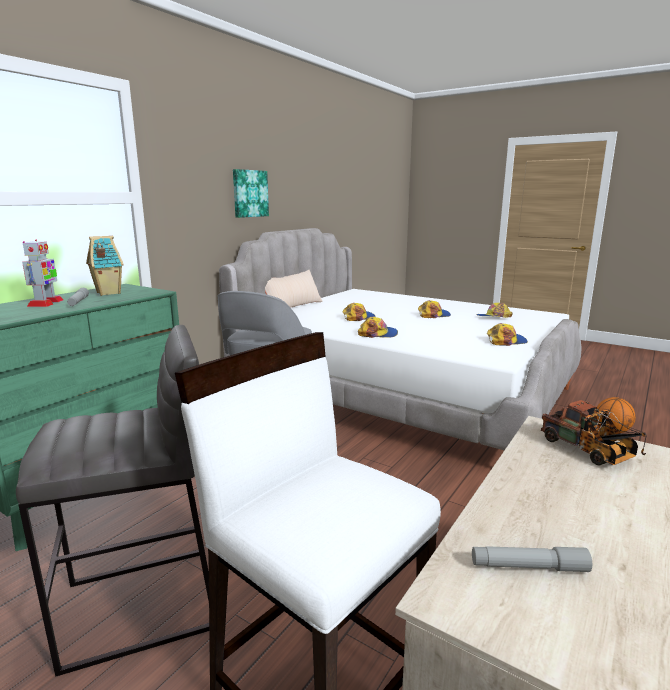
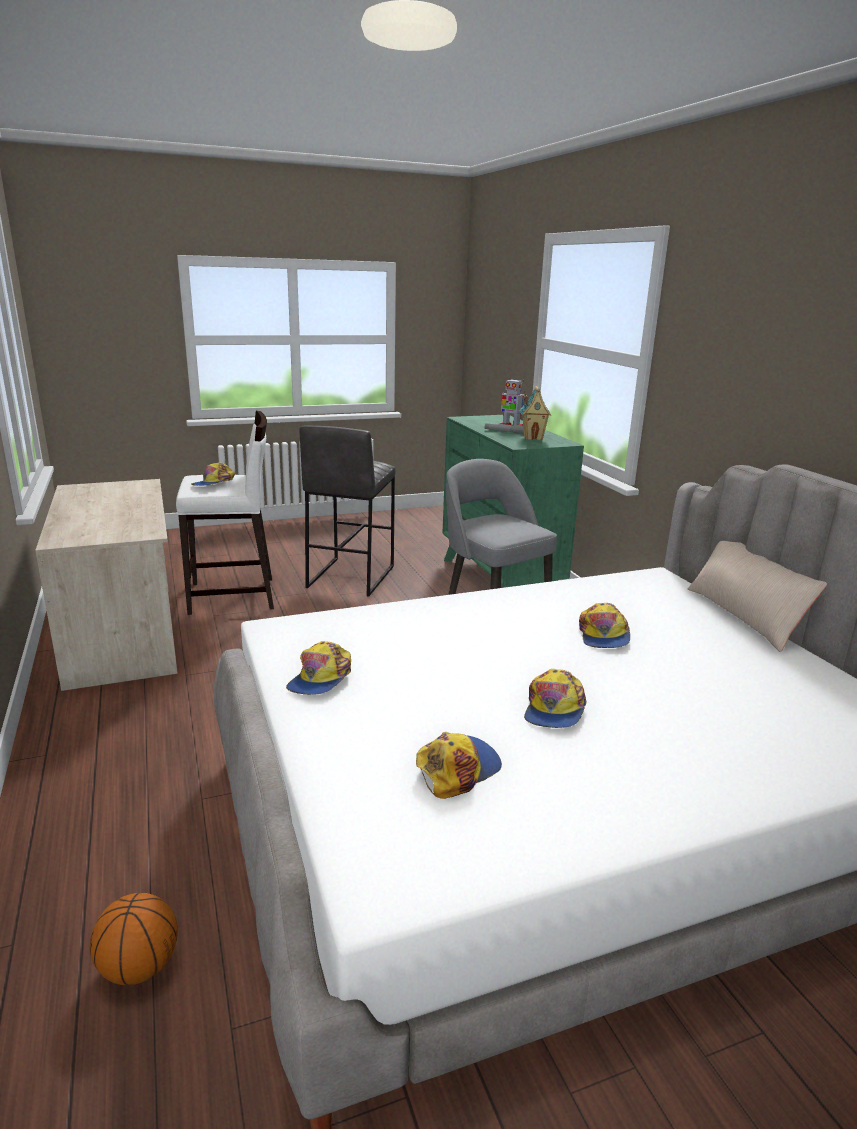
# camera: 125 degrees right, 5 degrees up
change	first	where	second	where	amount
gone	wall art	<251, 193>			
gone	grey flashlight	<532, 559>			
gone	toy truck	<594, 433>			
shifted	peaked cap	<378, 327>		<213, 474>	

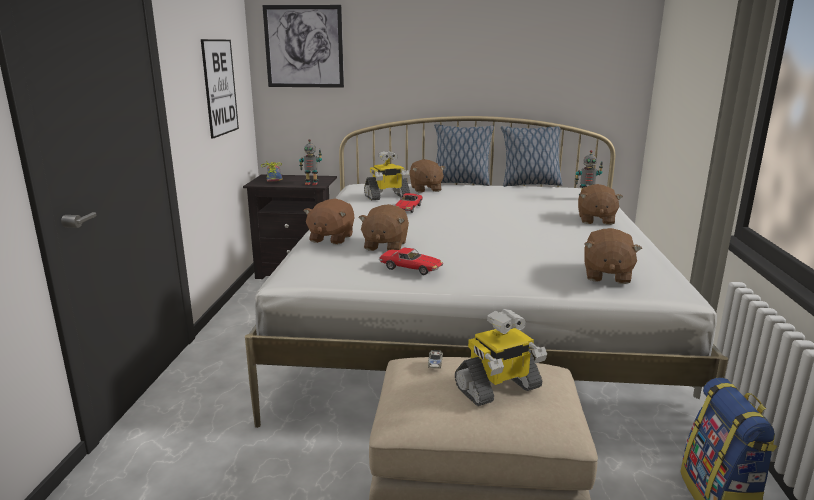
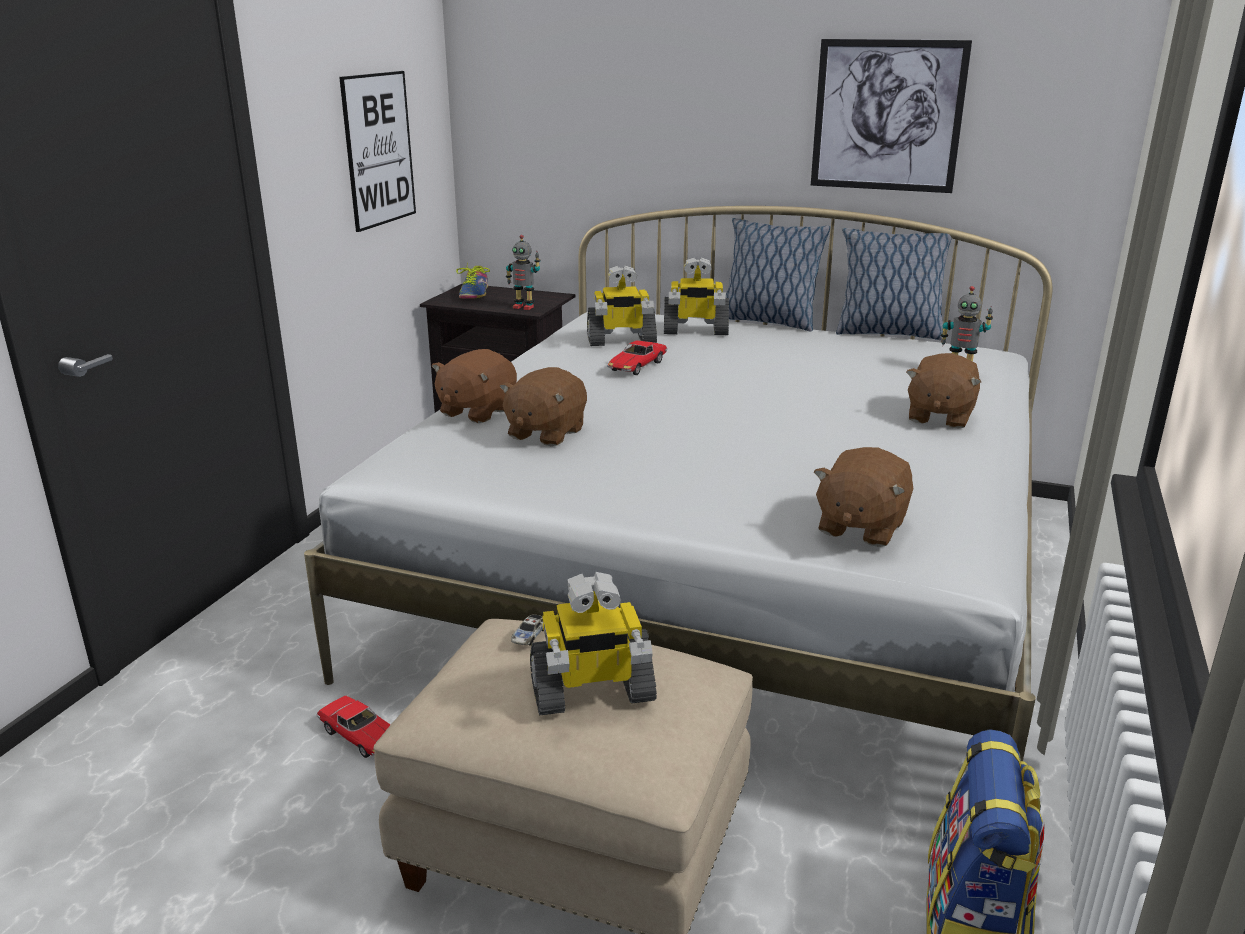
# camera: 15 degrees right, 5 degrees up
change	first	where	second	where	amount
shifted	wall art	<303, 46>		<891, 116>	
shifted	toy car	<411, 261>		<354, 726>	
swapped	brown cuddly toy	<427, 176>	toy robot	<696, 296>	

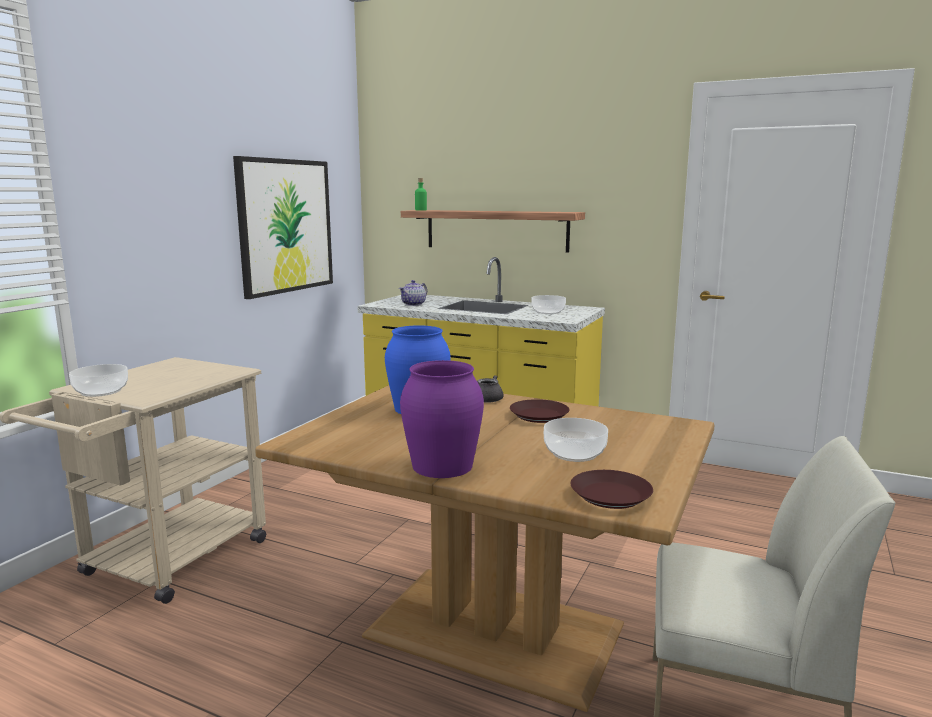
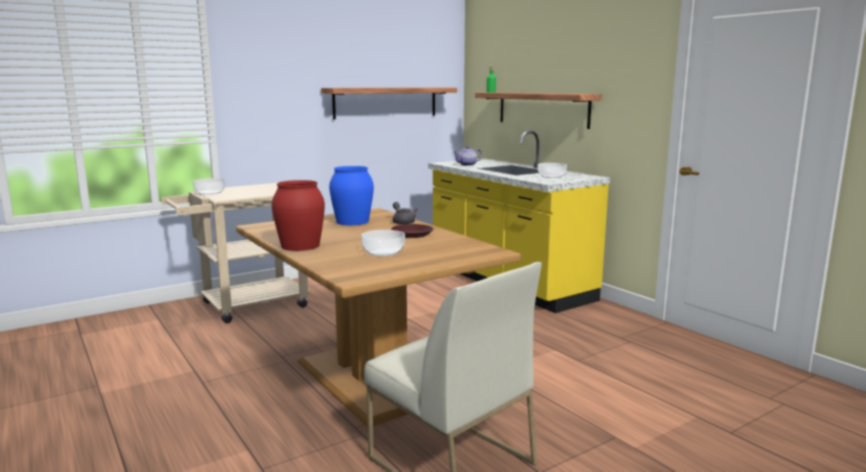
# camera: 30 degrees right, 0 degrees up
change	first	where	second	where	amount
gone	brown flat dish	<612, 489>			
swapped	wall art	<283, 227>	bracket shelf	<389, 103>	
repainted	purplish flower vase	<442, 419>	red flower vase	<298, 215>	

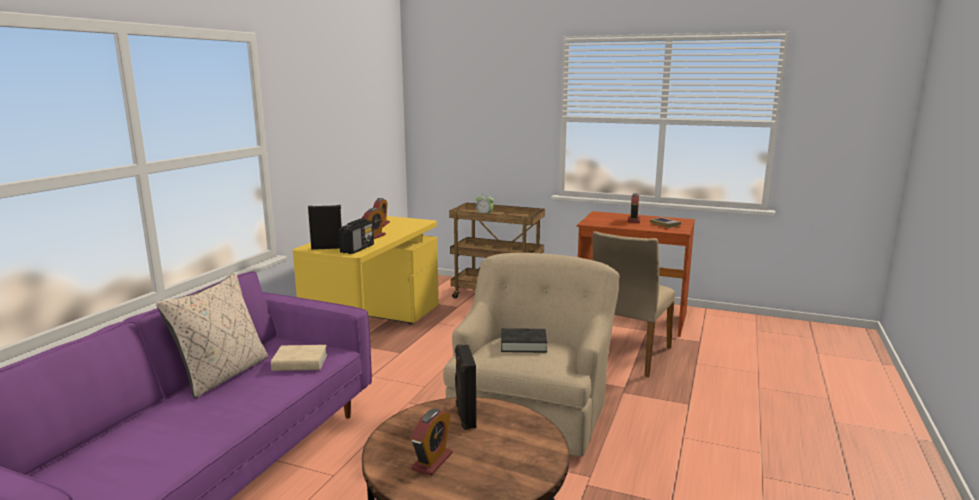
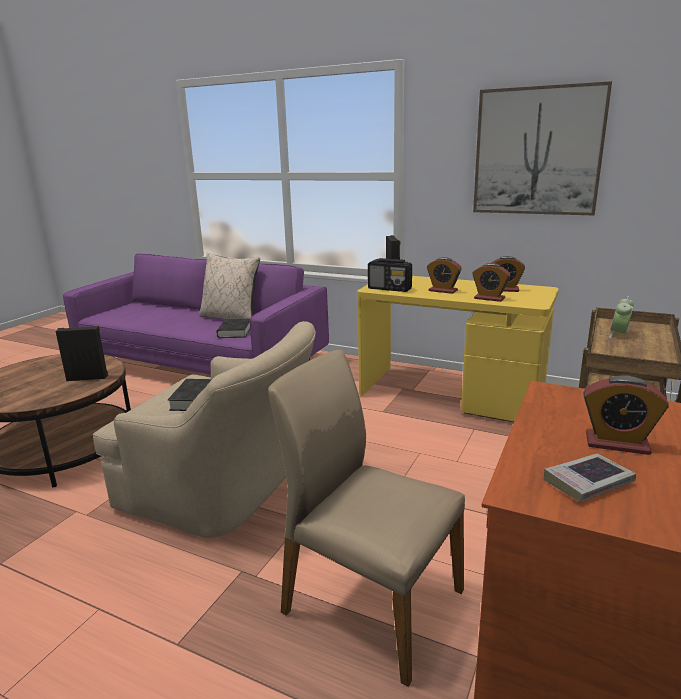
# camera: 95 degrees right, 5 degrees up
change	first	where	second	where	amount
new			wall art	<542, 148>	
shifted	table clock	<431, 441>		<491, 282>	
repainted	beige-coloured bound book	<299, 358>	black bound book	<233, 328>	

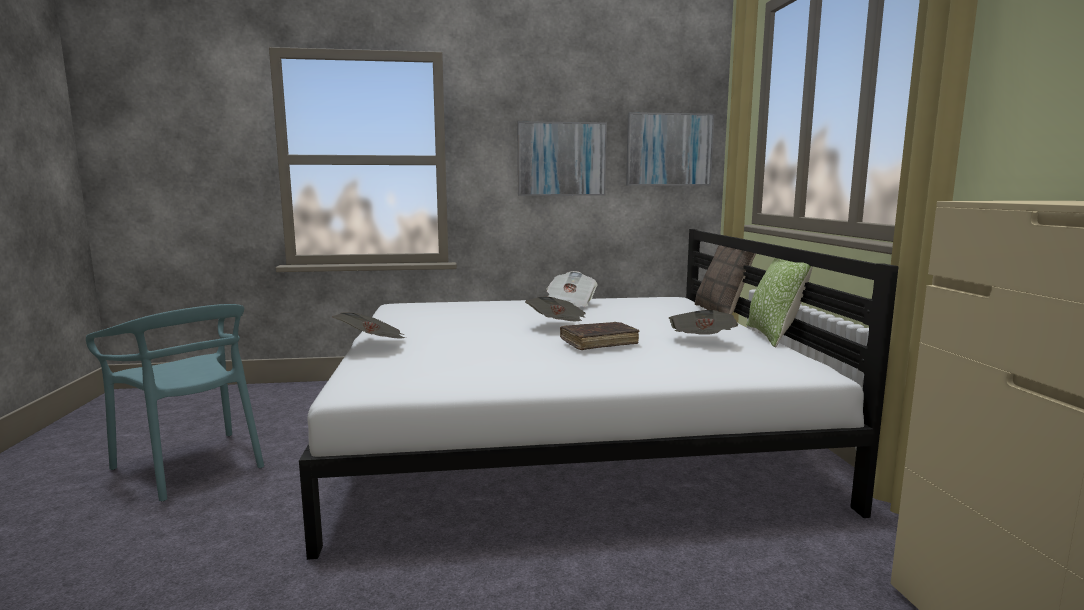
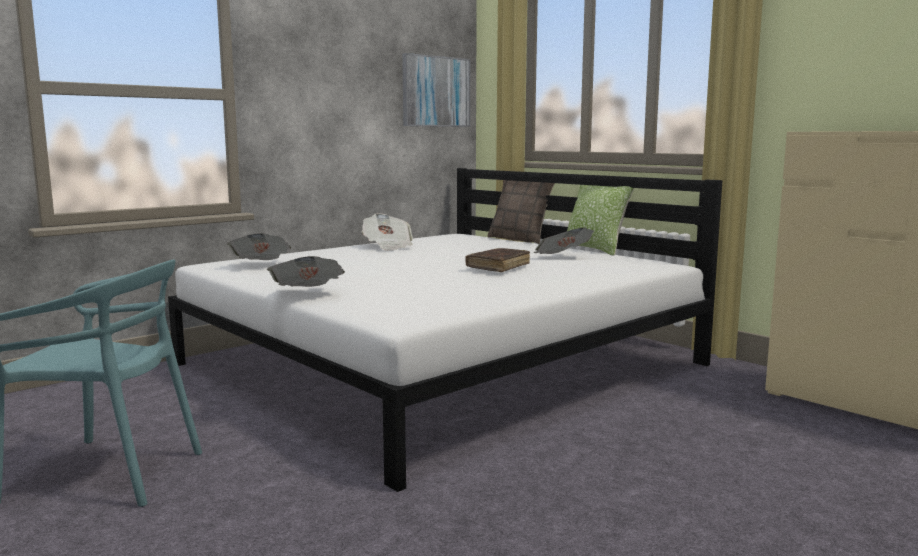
# camera: 35 degrees left, 0 degrees up
change	first	where	second	where	amount
gone	wall art	<562, 158>			
shifted	printed paper	<555, 309>		<259, 246>	

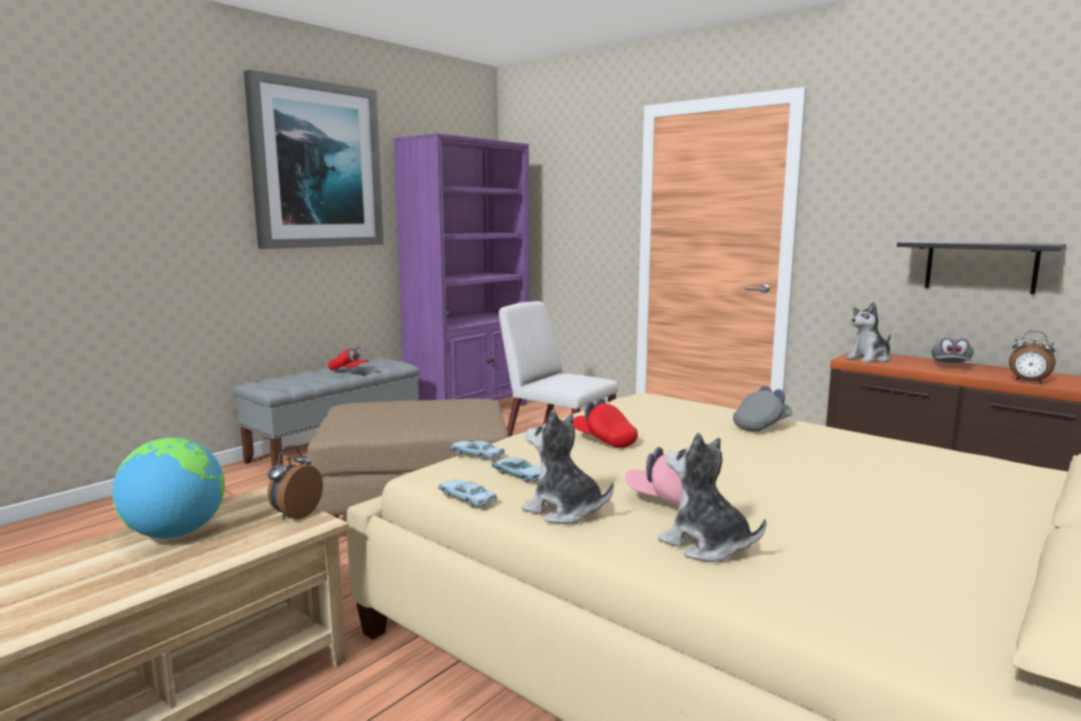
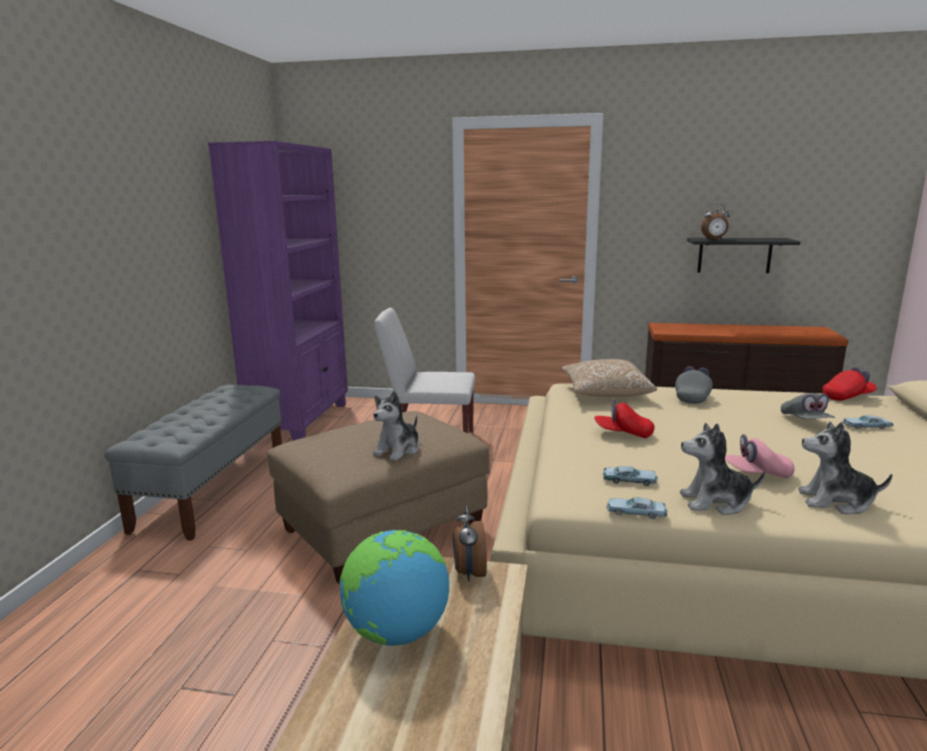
# camera: 30 degrees left, 5 degrees up
change	first	where	second	where	amount
gone	wall art	<314, 159>			
new			cushion	<609, 378>	
shifted	red peaked cap	<348, 358>		<849, 384>	
shifted	blue-coloured toy car	<477, 450>		<867, 422>	
shifted	cuddly toy	<868, 332>		<396, 426>	
shifted	grey peaked cap	<952, 350>		<808, 406>	
shifted	table clock	<1032, 357>		<715, 222>	

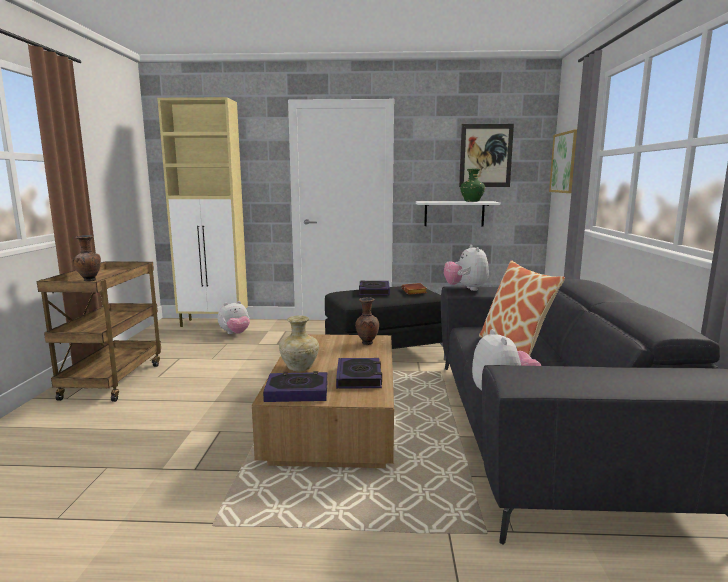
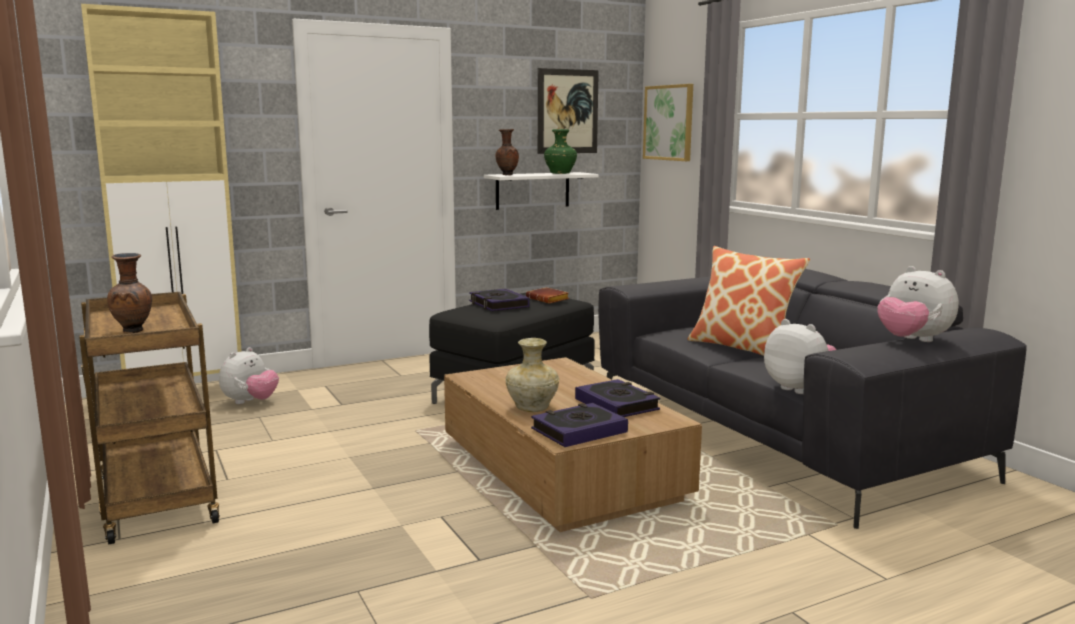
# camera: 30 degrees left, 0 degrees up
change	first	where	second	where	amount
shifted	brown flower vase	<367, 321>		<507, 152>	
shifted	cuddly toy	<466, 268>		<918, 304>	

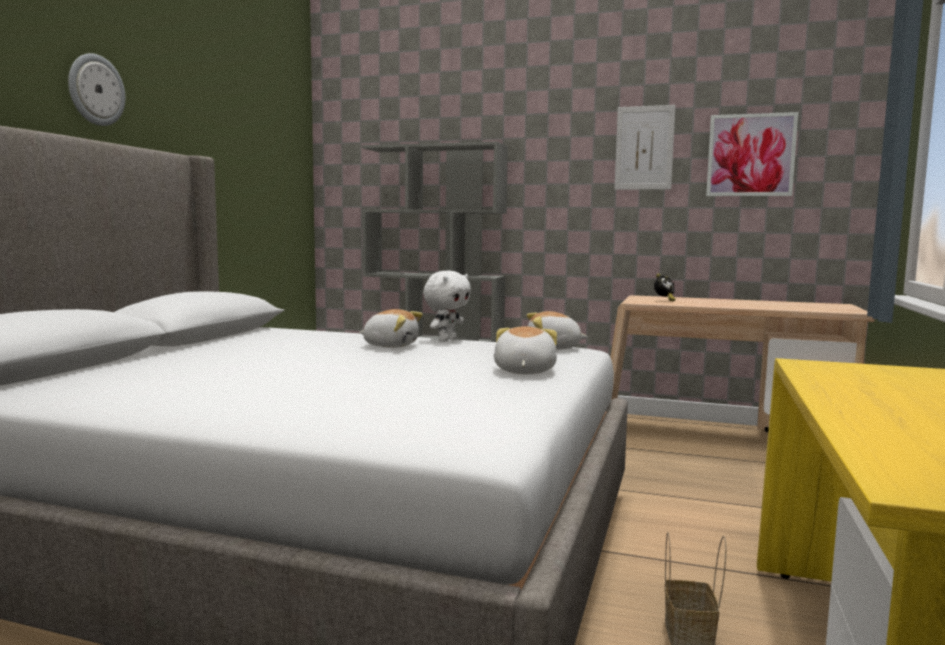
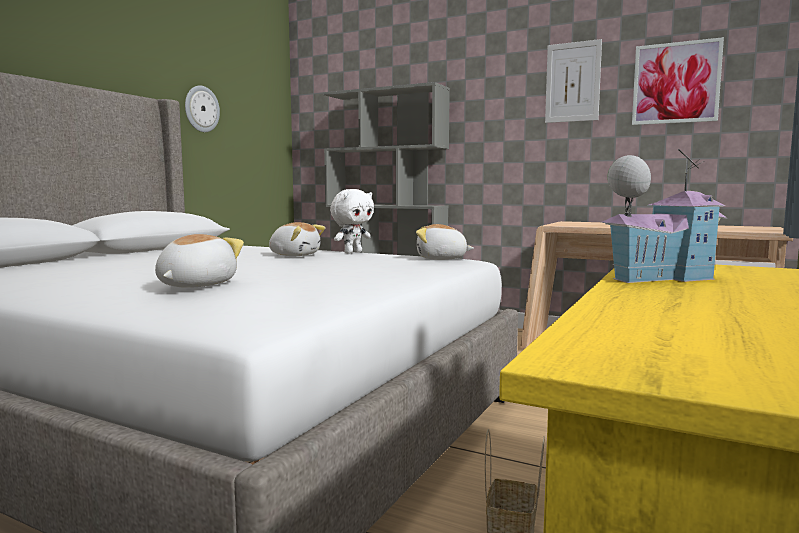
# camera: 10 degrees right, 0 degrees up
change	first	where	second	where	amount
gone	table clock	<665, 287>			
new			miniature house	<664, 216>	
shifted	wall clock	<96, 89>		<202, 109>	
shifted	cuddly toy	<525, 350>		<199, 261>	

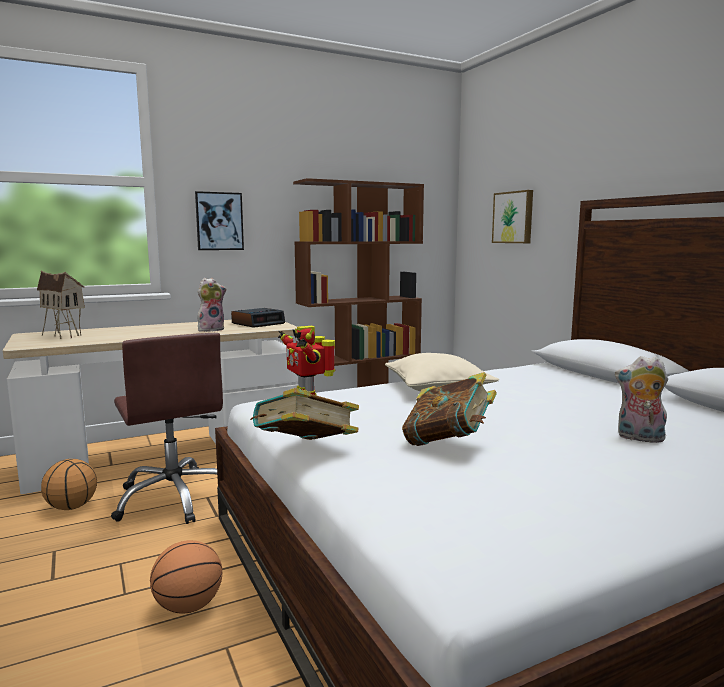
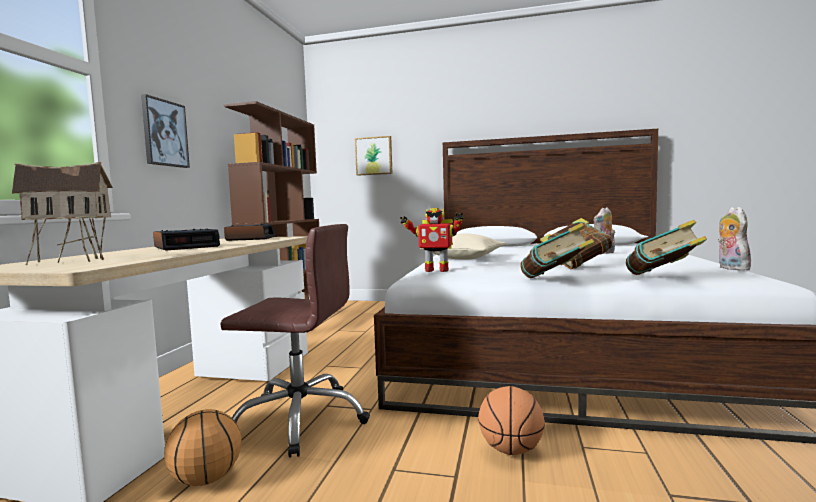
# camera: 50 degrees left, 5 degrees down
change	first	where	second	where	amount
new			table clock	<186, 239>	
new			bound book	<666, 247>	
shifted	cuddly toy	<212, 305>		<736, 239>	

